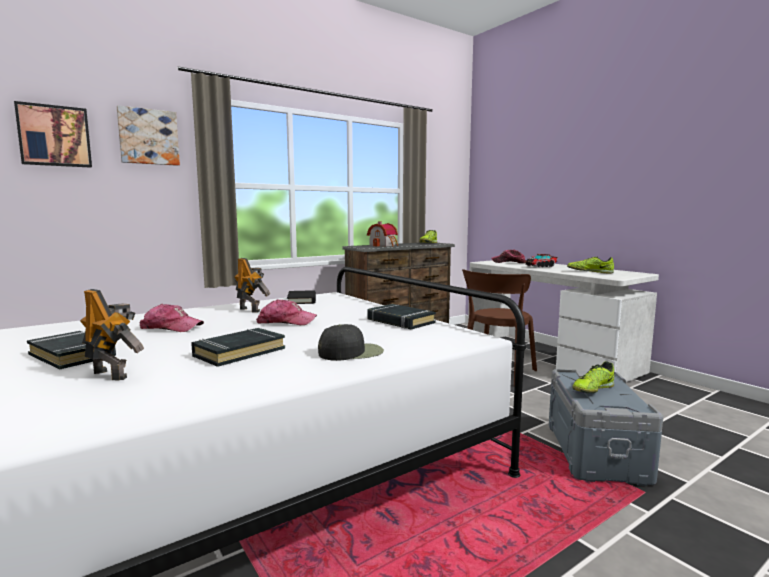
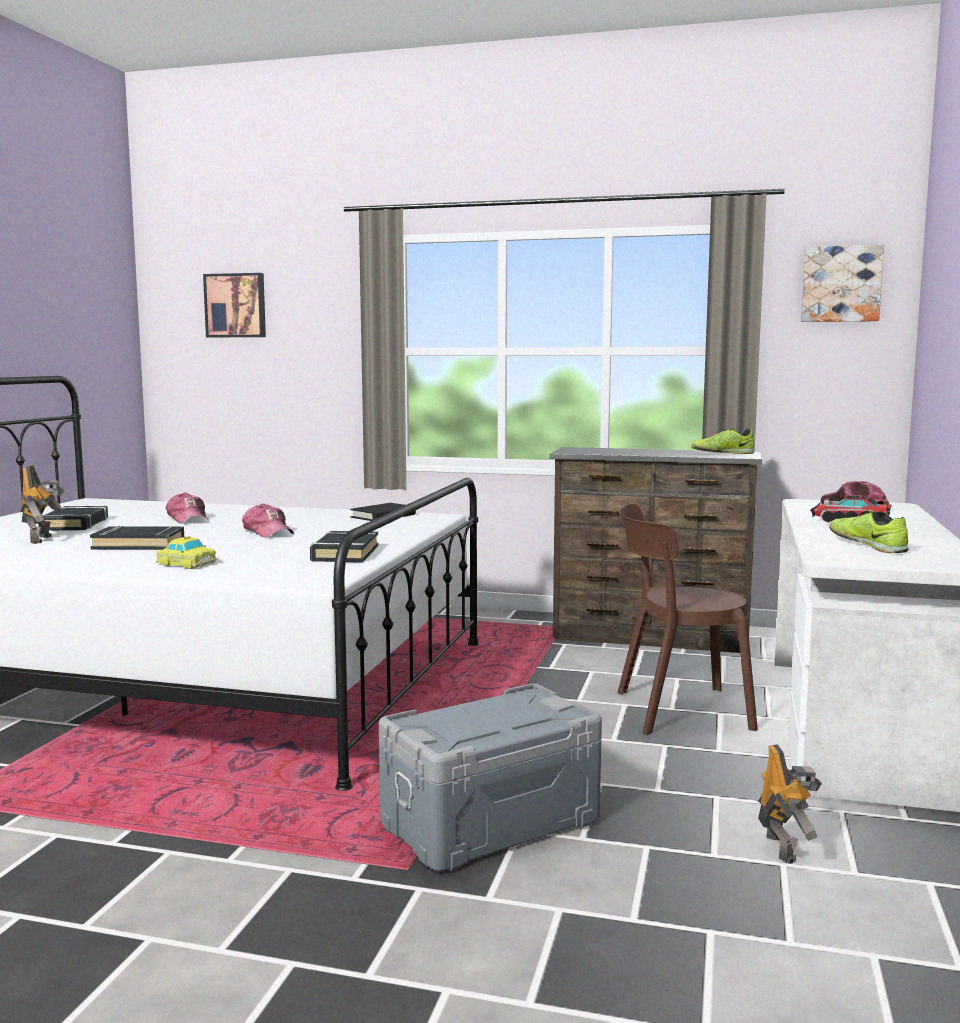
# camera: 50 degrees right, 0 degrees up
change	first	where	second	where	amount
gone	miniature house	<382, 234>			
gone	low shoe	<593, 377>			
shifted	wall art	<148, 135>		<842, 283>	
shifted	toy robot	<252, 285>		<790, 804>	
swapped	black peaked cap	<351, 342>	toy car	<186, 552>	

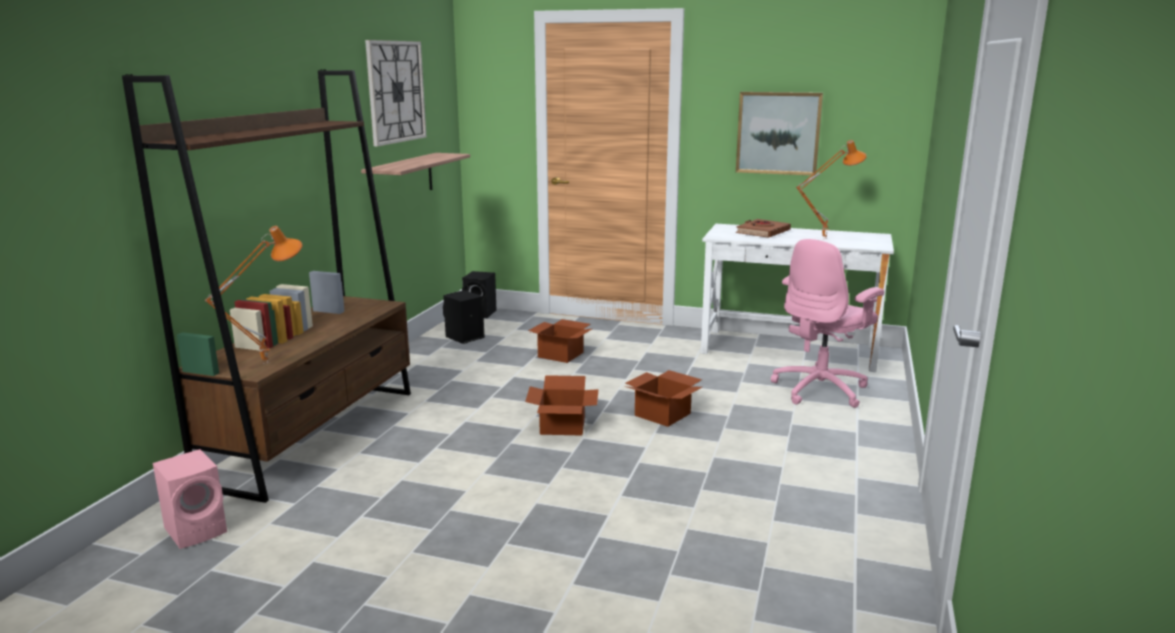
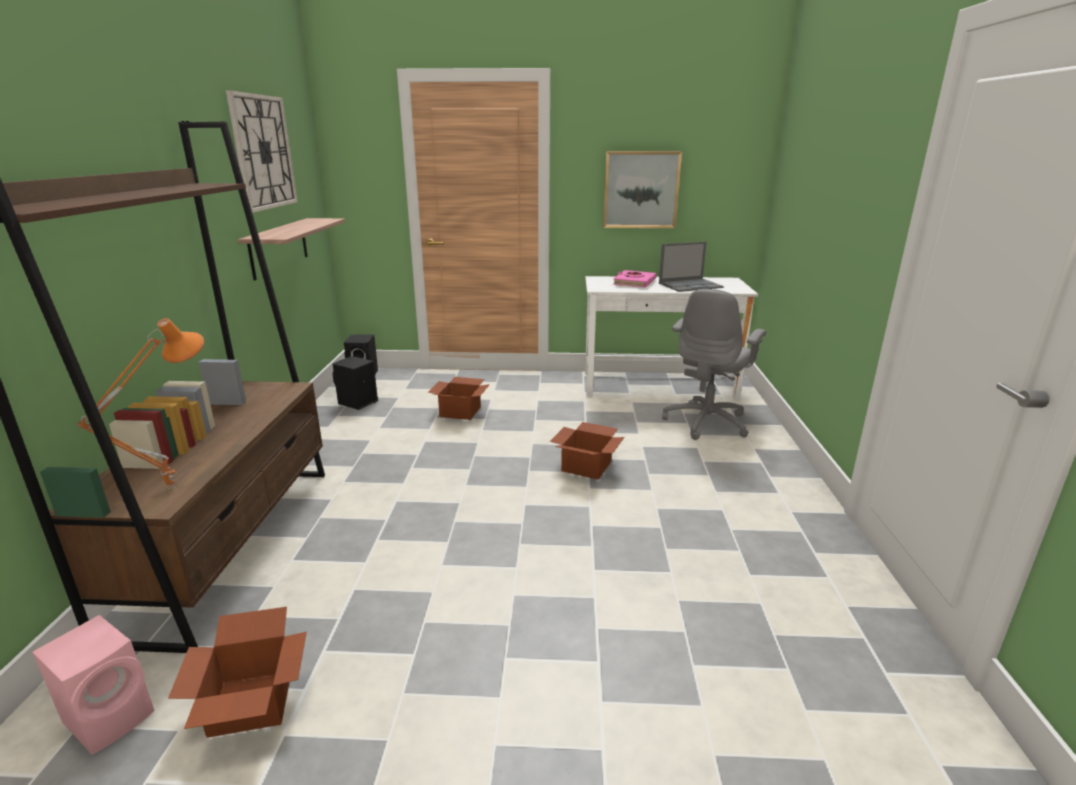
# camera: 15 degrees left, 5 degrees up
change	first	where	second	where	amount
shifted	packing box	<561, 405>		<237, 672>	
swapped	orangey lamp for a table	<831, 188>	laptop	<691, 267>	
repainted	brown bound book	<763, 228>	pink-coloured bound book	<635, 278>	
repainted	pink-coloured desk chair	<827, 323>	grey desk chair	<714, 364>	

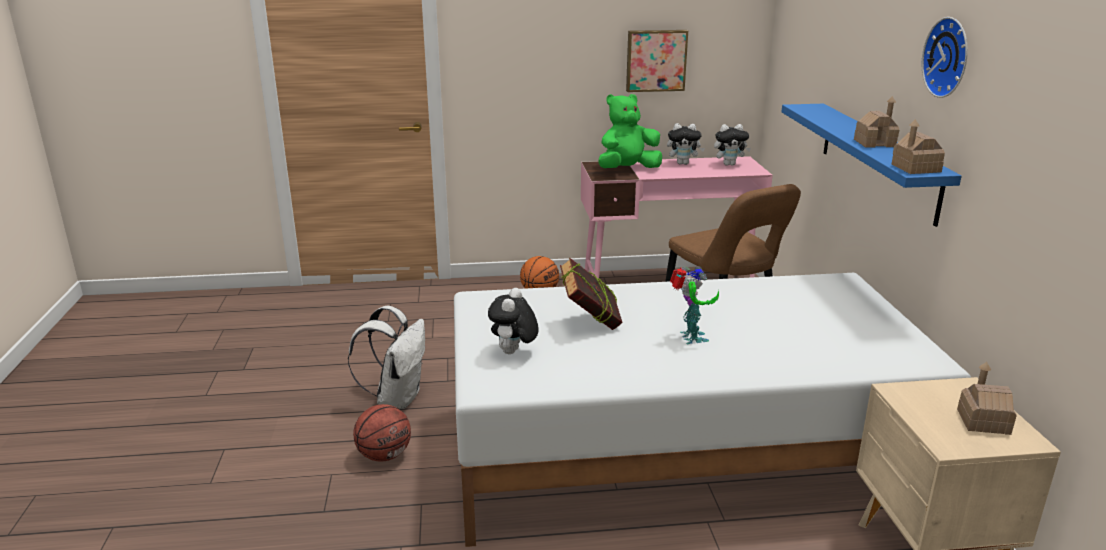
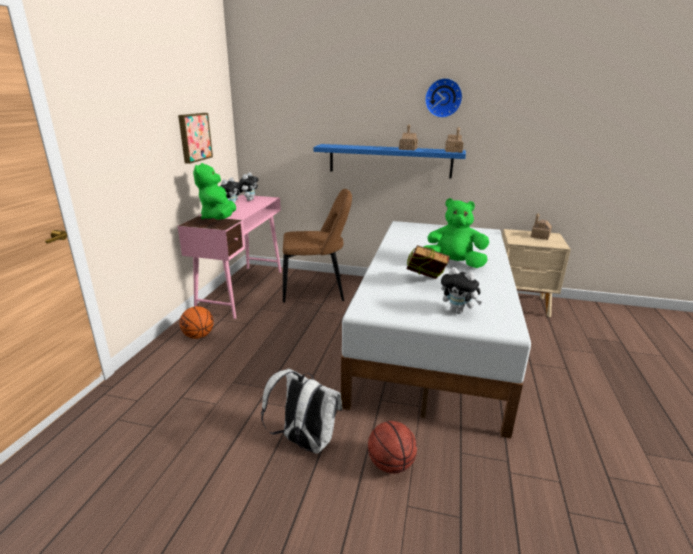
# camera: 70 degrees left, 0 degrees up
change	first	where	second	where	amount
swapped	toy robot	<694, 305>	greenish cuddly toy	<456, 233>	

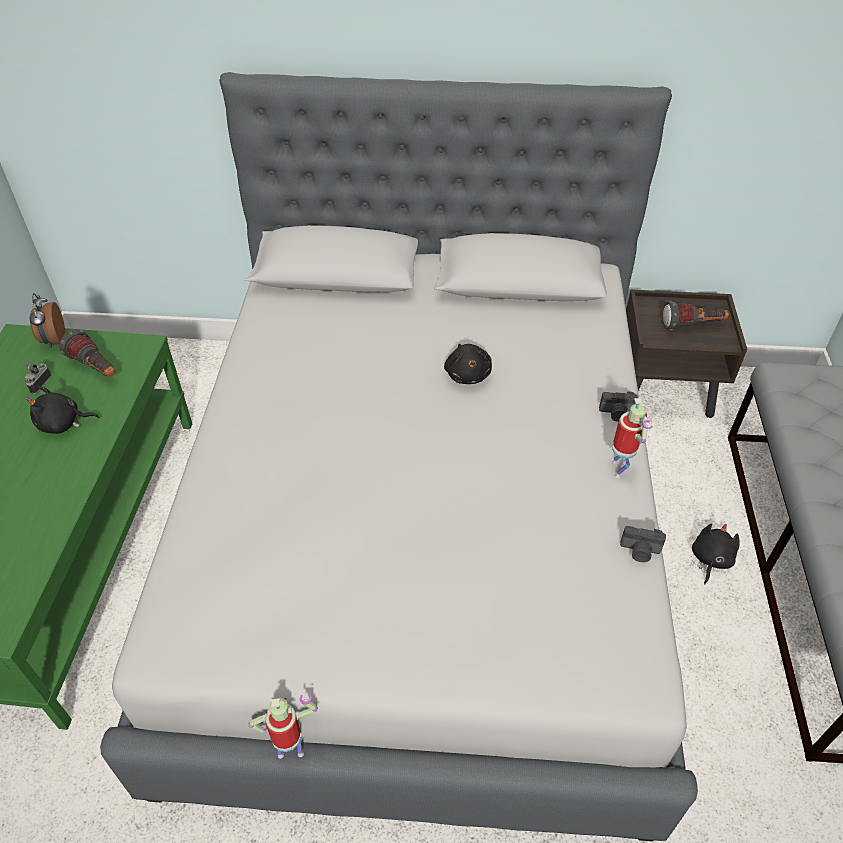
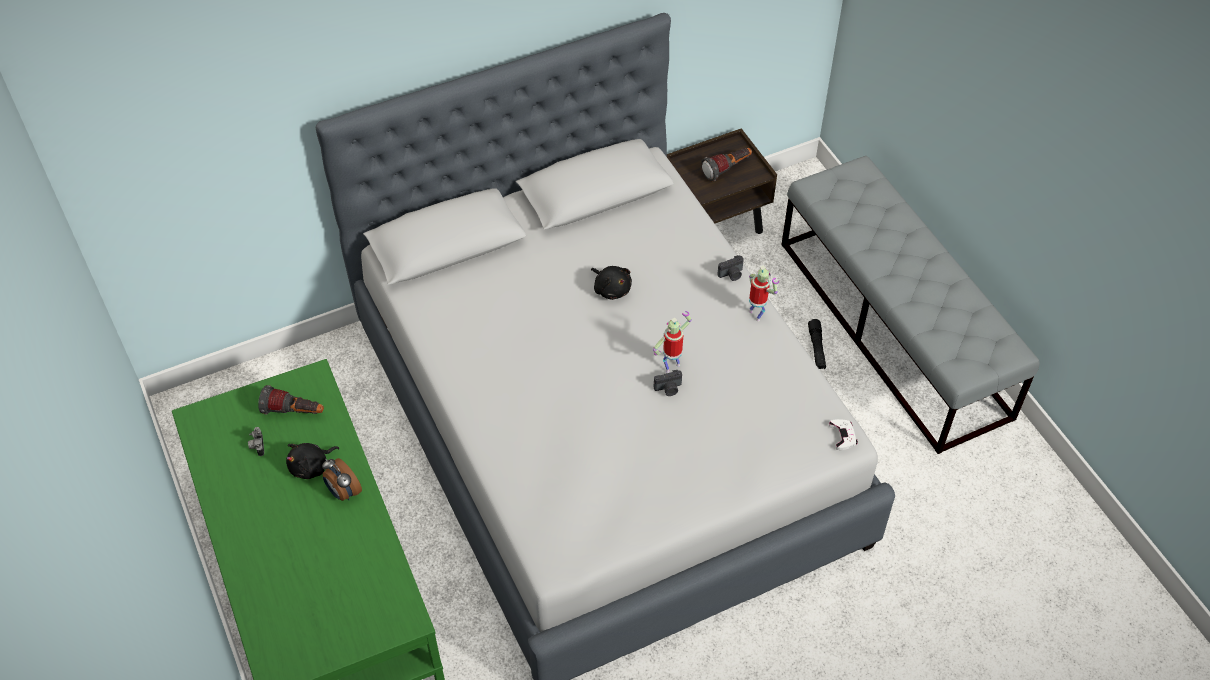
# camera: 30 degrees left, 5 degrees up
change	first	where	second	where	amount
new			white gamepad	<843, 434>	
shifted	table clock	<47, 320>		<342, 479>	
shifted	toy robot	<283, 726>		<672, 342>	
shifted	photo camera	<643, 544>		<668, 383>	
swapped	black cuddly toy	<716, 554>	black flashlight	<817, 344>	

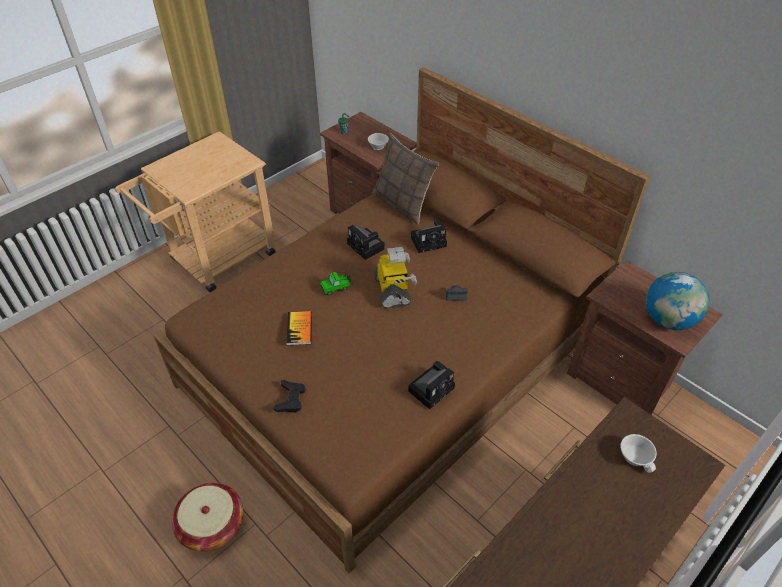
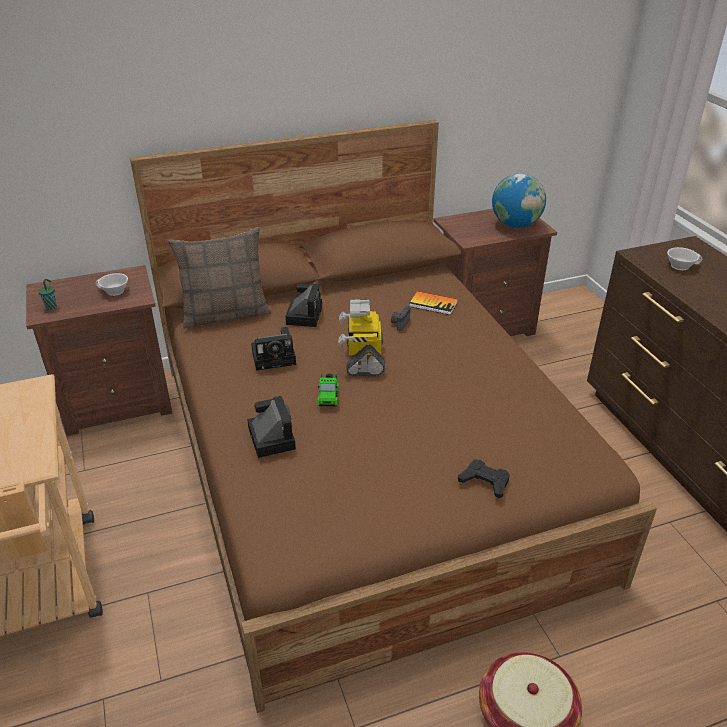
# camera: 65 degrees left, 10 degrees down
change	first	where	second	where	amount
shifted	bound book	<299, 328>		<434, 303>	
shifted	photo camera	<431, 385>		<271, 427>	
rotated	toy robot	<395, 277>		<362, 338>	105 degrees counterclockwise

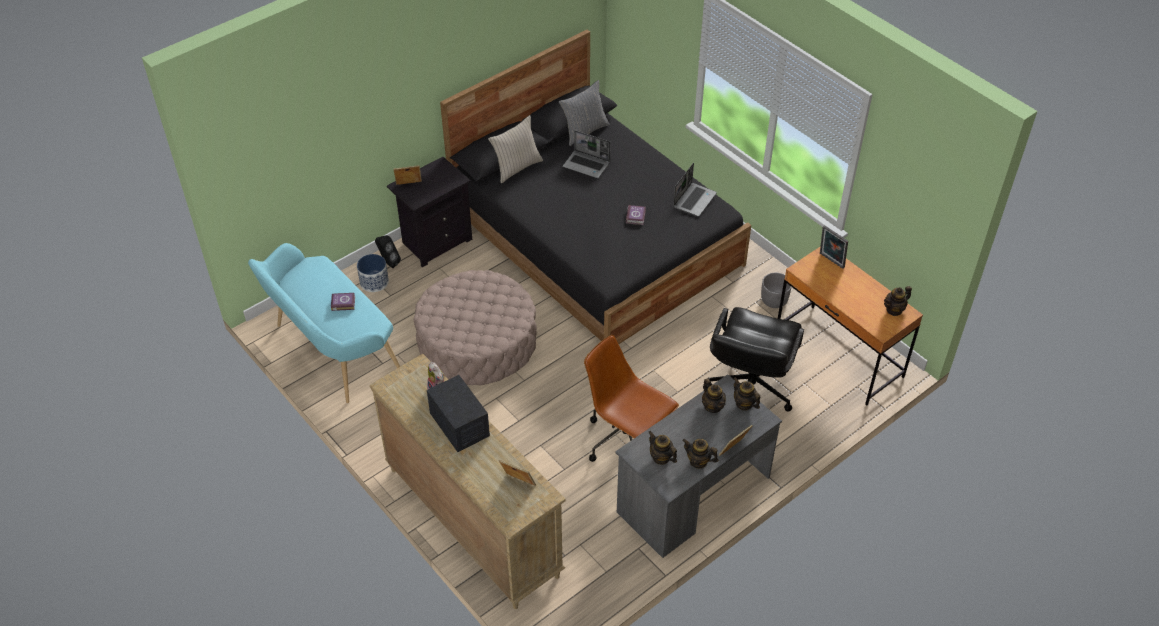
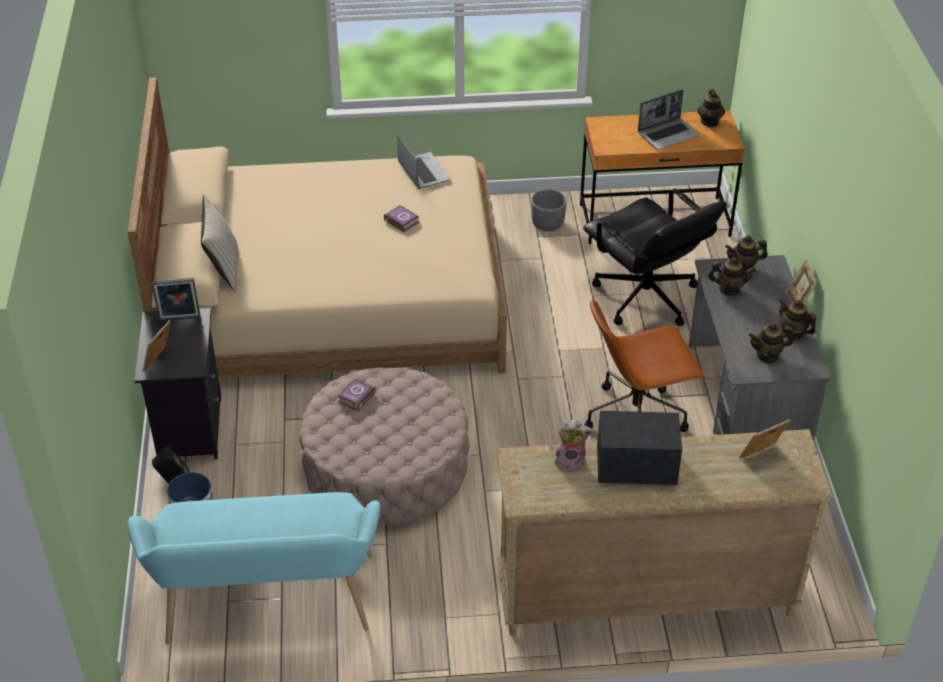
# camera: 55 degrees left, 5 degrees down
change	first	where	second	where	amount
gone	grey cushion	<584, 113>			
shifted	bound book	<343, 302>		<356, 394>	
shifted	laptop	<587, 154>		<669, 119>	
shifted	standing frame	<834, 247>		<176, 300>	
repainted	black bedroom bed	<595, 187>	beige-coloured bedroom bed	<317, 227>	
rotated	tea pot	<700, 454>		<797, 319>	75 degrees clockwise

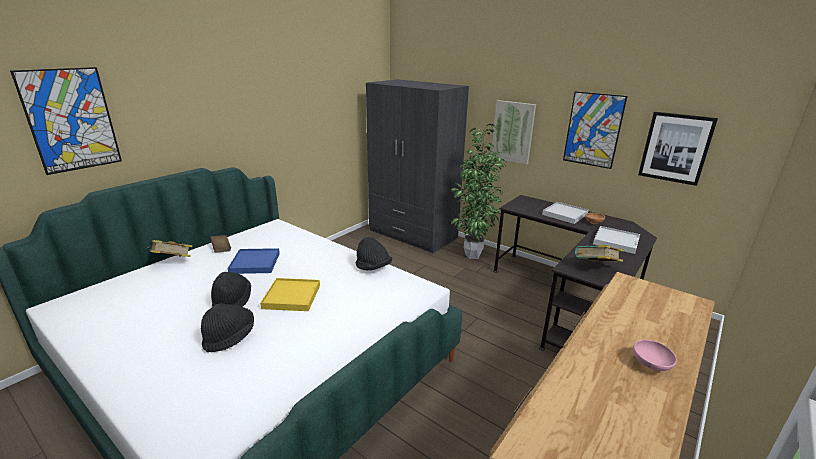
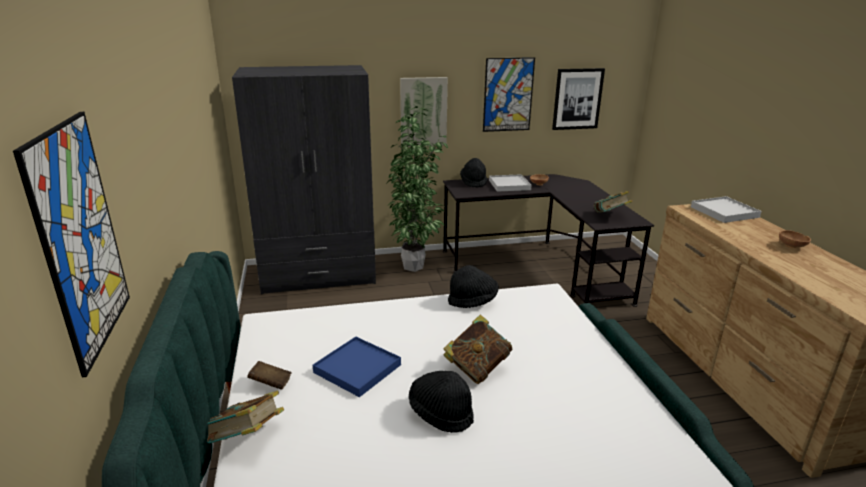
# camera: 50 degrees left, 0 degrees up
change	first	where	second	where	amount
shifted	black wearable hat	<227, 328>		<473, 173>	
shifted	white serving tray	<616, 240>		<726, 209>	
swapped	yellow-coloured serving tray	<290, 294>	bound book	<477, 349>	
repainted	pink-coloured serving bowl	<655, 355>	brown serving bowl	<795, 239>	

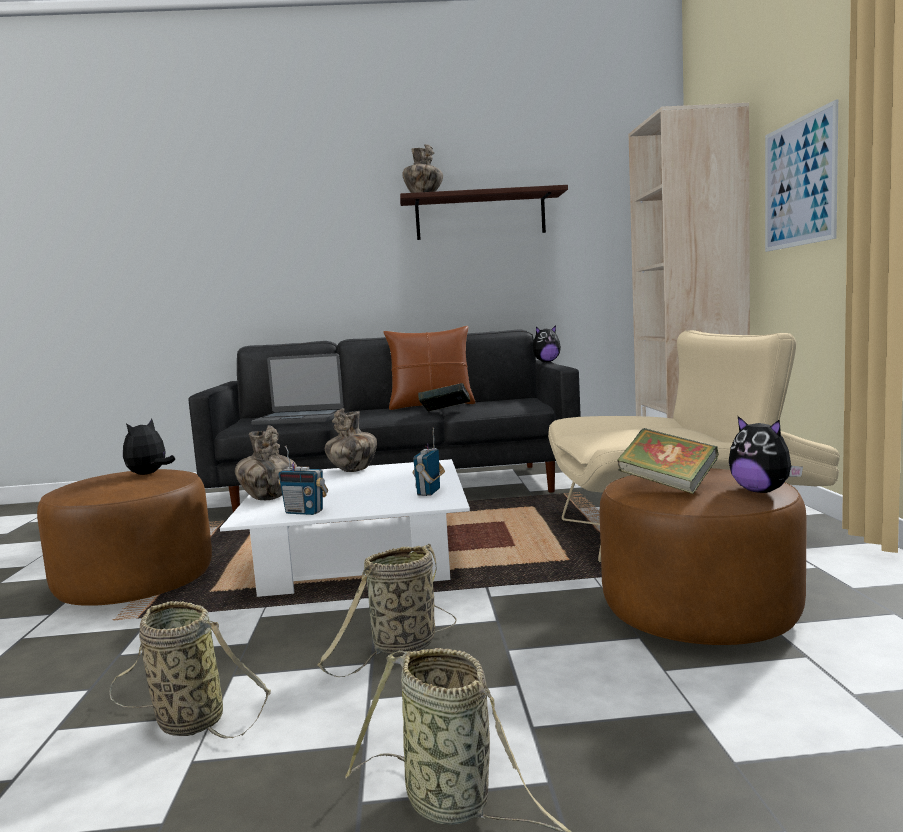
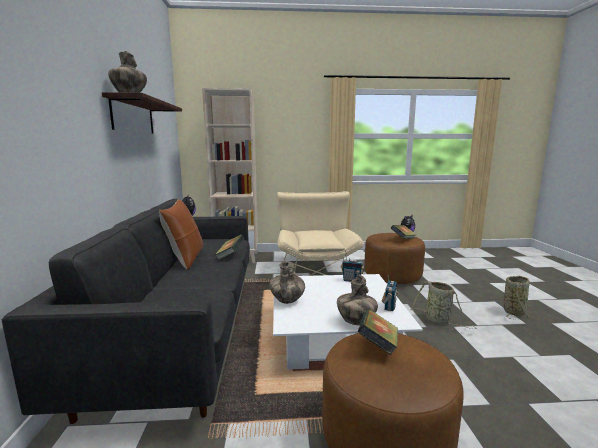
# camera: 90 degrees left, 5 degrees up
change	first	where	second	where	amount
gone	storage basket	<190, 670>			
gone	laptop	<297, 389>			
gone	wall art	<801, 175>			
swapped	cuddly toy	<149, 447>	bound book	<378, 332>	

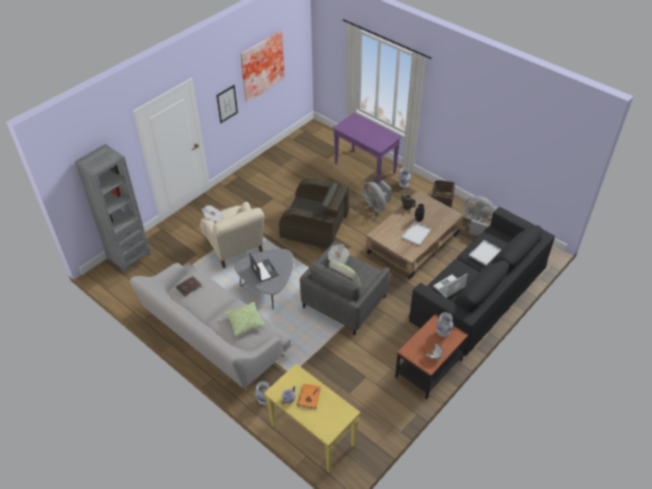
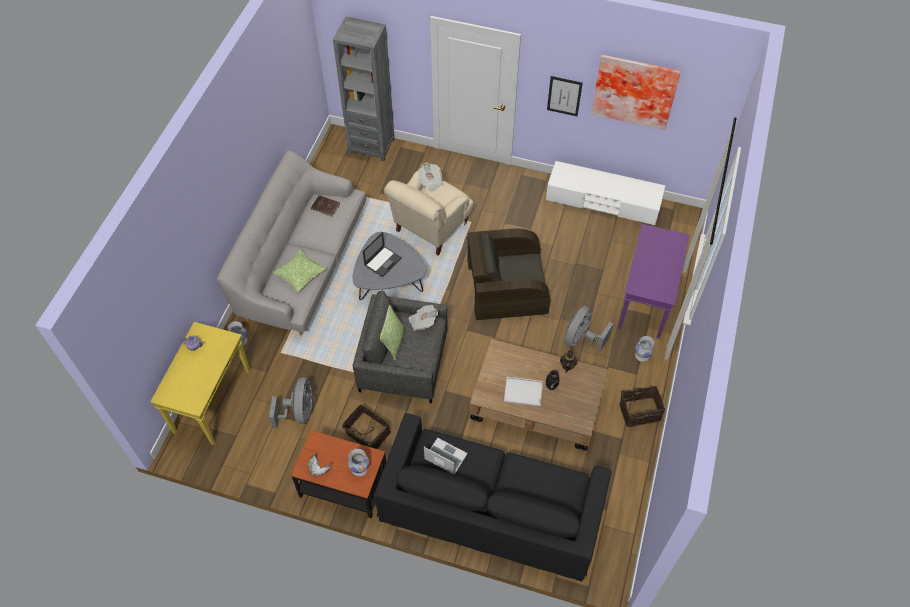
# camera: 65 degrees right, 10 degrees up
change	first	where	second	where	amount
gone	orangey bound book	<309, 396>			
gone	white serving tray	<485, 253>			
new			storage basket	<366, 426>	
new			white tv stand	<605, 193>	
shifted	grey electric fan	<479, 216>		<291, 402>	
rotated	brown easy chair	<314, 213>		<509, 274>	90 degrees clockwise

